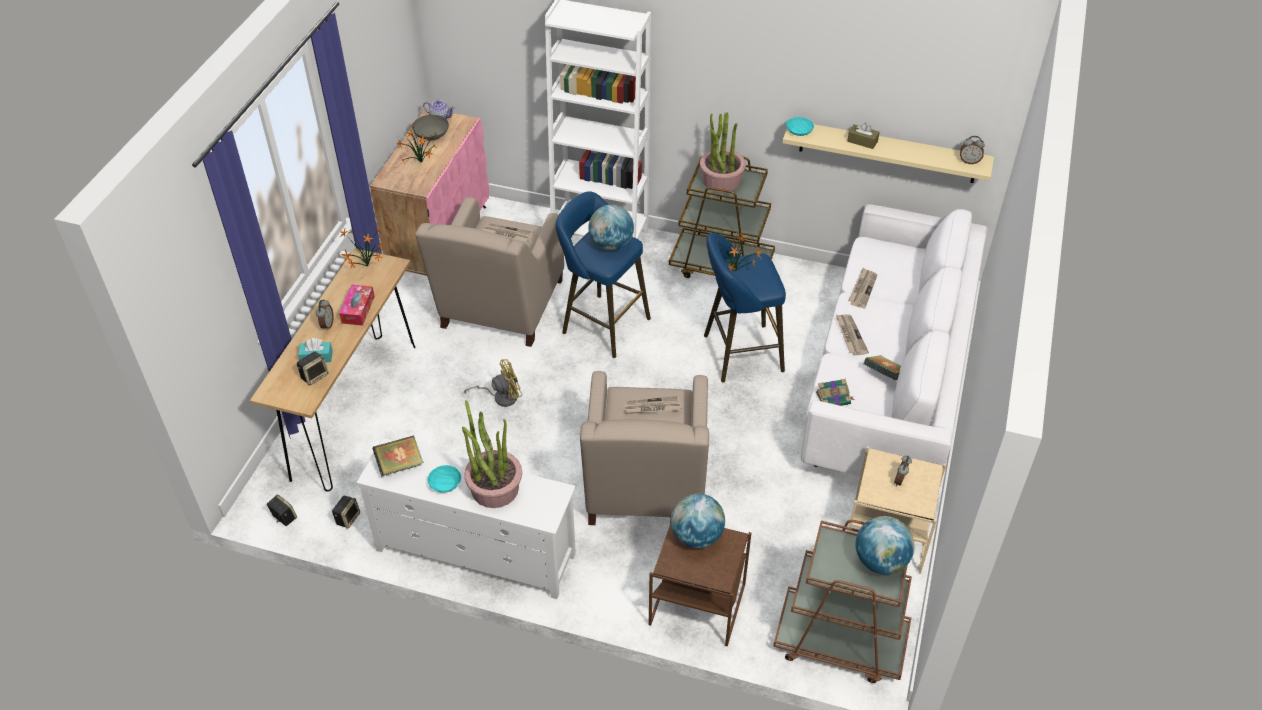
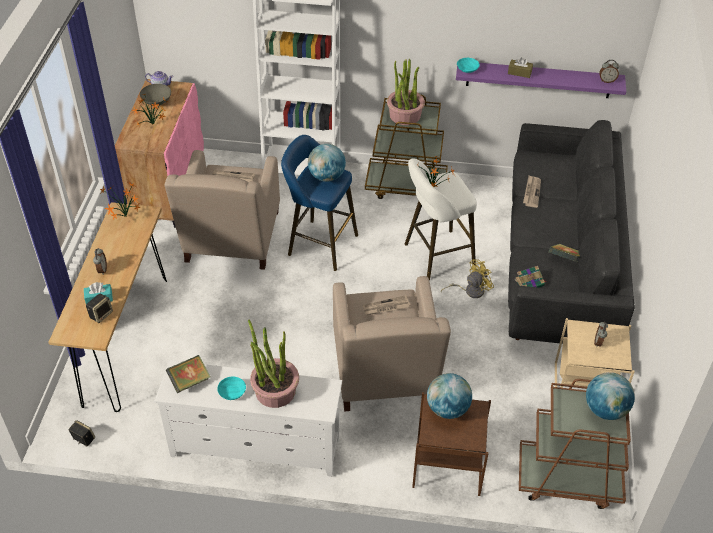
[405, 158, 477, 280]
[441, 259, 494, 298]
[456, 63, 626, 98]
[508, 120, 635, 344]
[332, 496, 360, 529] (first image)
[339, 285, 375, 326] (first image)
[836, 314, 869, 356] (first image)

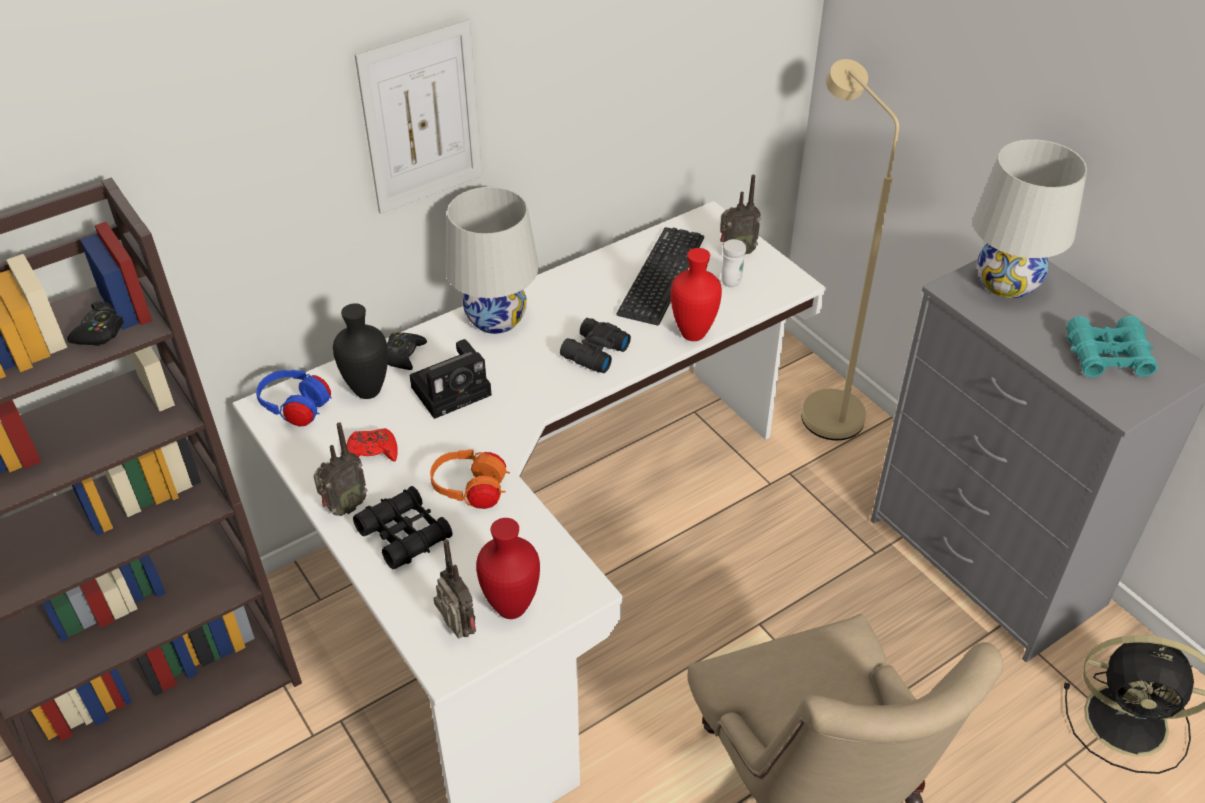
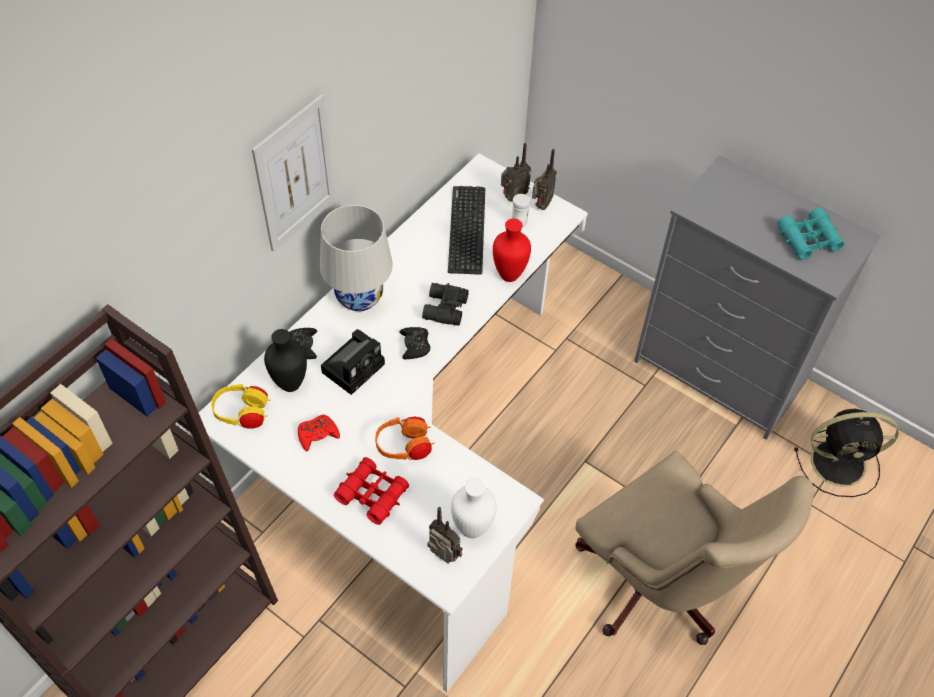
[211, 384, 271, 429]
[334, 457, 409, 525]
[399, 327, 430, 359]
[451, 478, 497, 538]
[532, 149, 557, 210]
[801, 59, 899, 440] (first image)
[973, 139, 1087, 298] (first image)

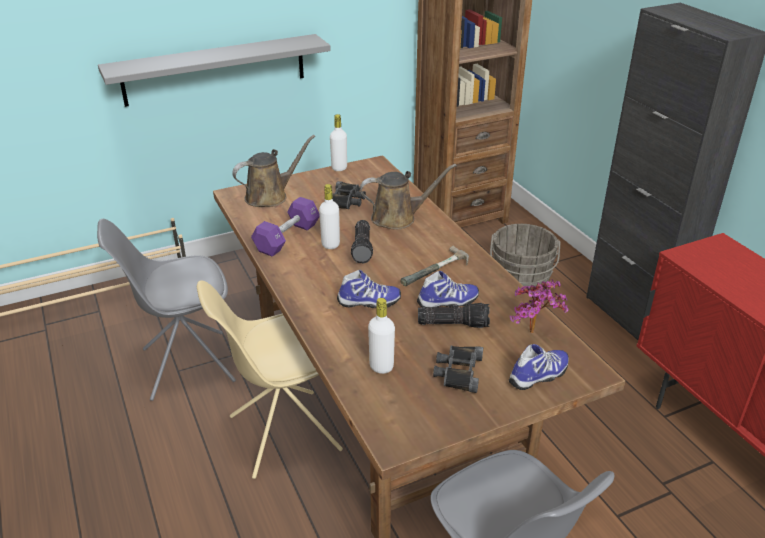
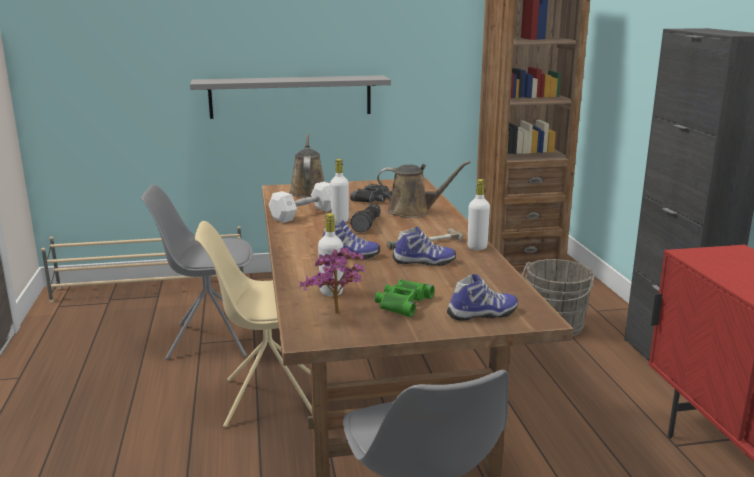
[269, 182, 331, 223]
[289, 134, 324, 198]
[299, 247, 364, 314]
[375, 279, 435, 317]
[468, 179, 490, 250]
[418, 303, 490, 328] (first image)

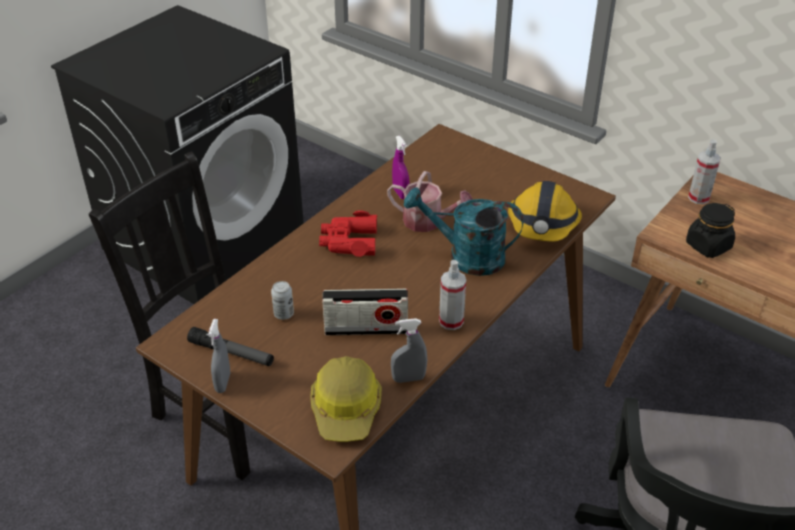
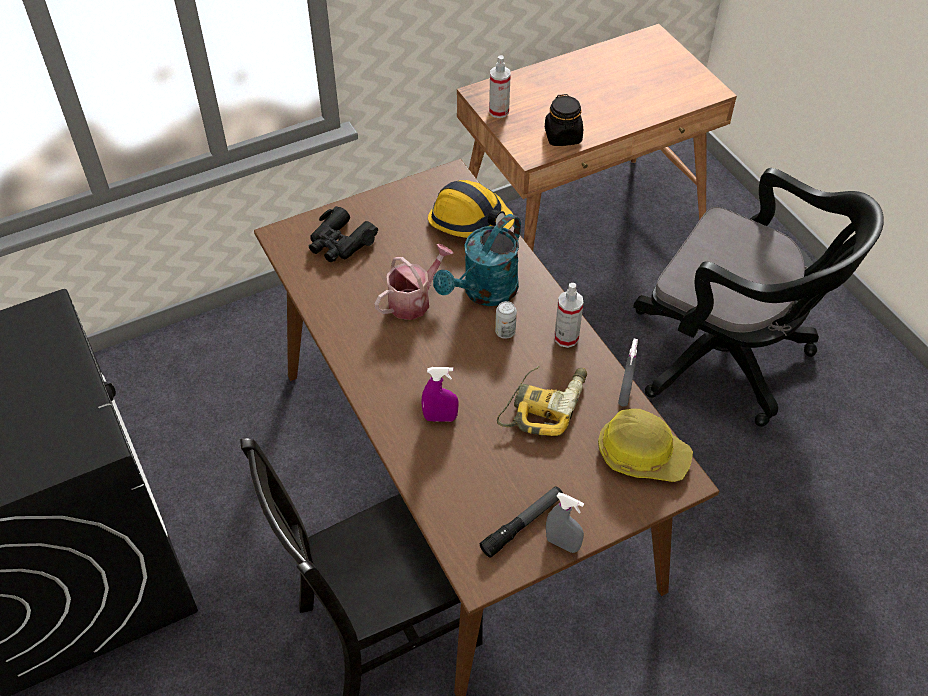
[309, 206, 378, 262]
[422, 367, 459, 422]
[495, 301, 517, 339]
[497, 366, 587, 436]
[319, 210, 377, 257] (first image)

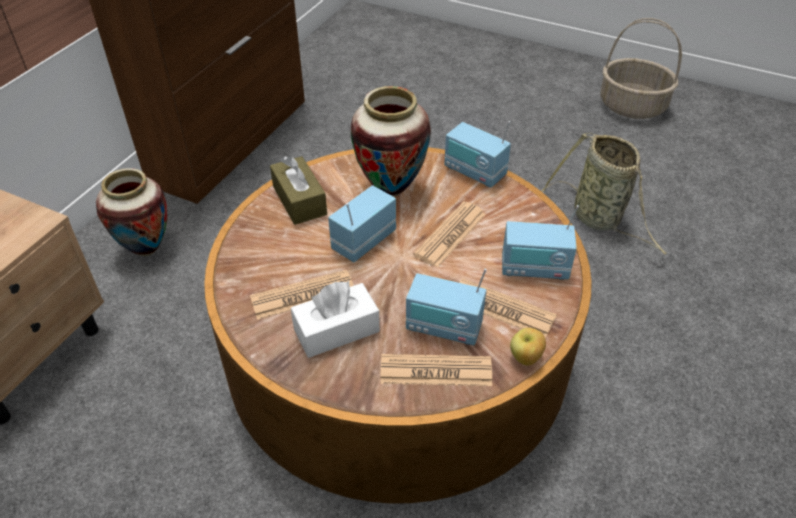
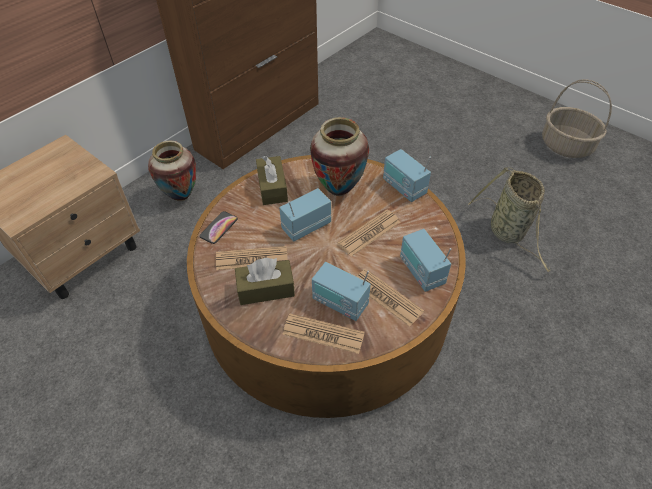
[199, 211, 238, 244]
[235, 258, 295, 305]
[400, 229, 451, 292]
[510, 328, 546, 366] (first image)

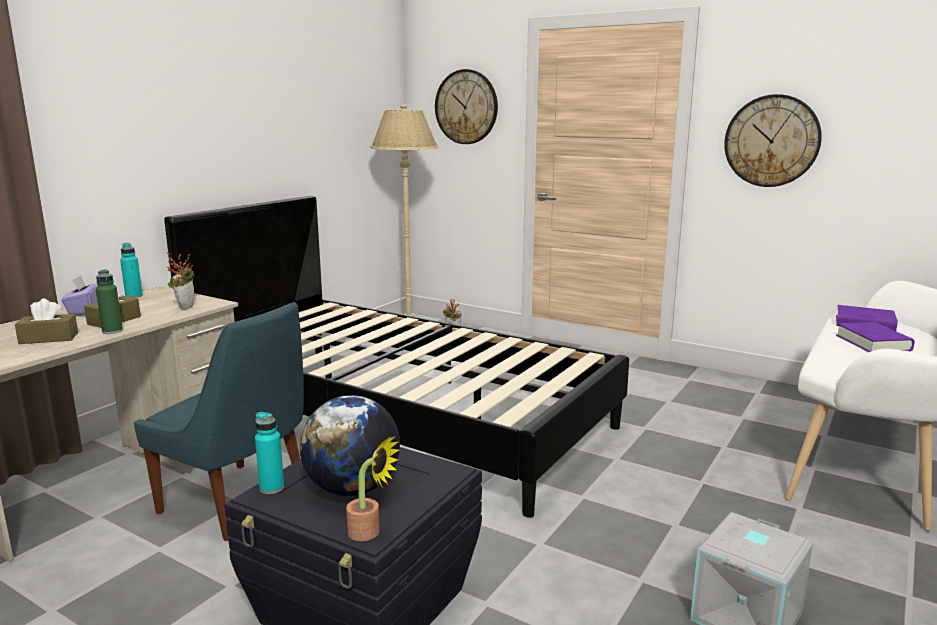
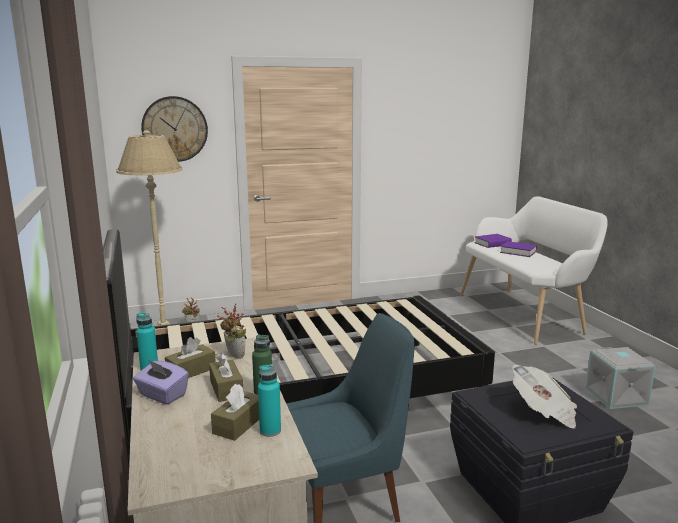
[165, 337, 216, 378]
[258, 364, 281, 437]
[512, 364, 577, 428]
[346, 436, 399, 541] (first image)
[724, 94, 822, 187] (first image)

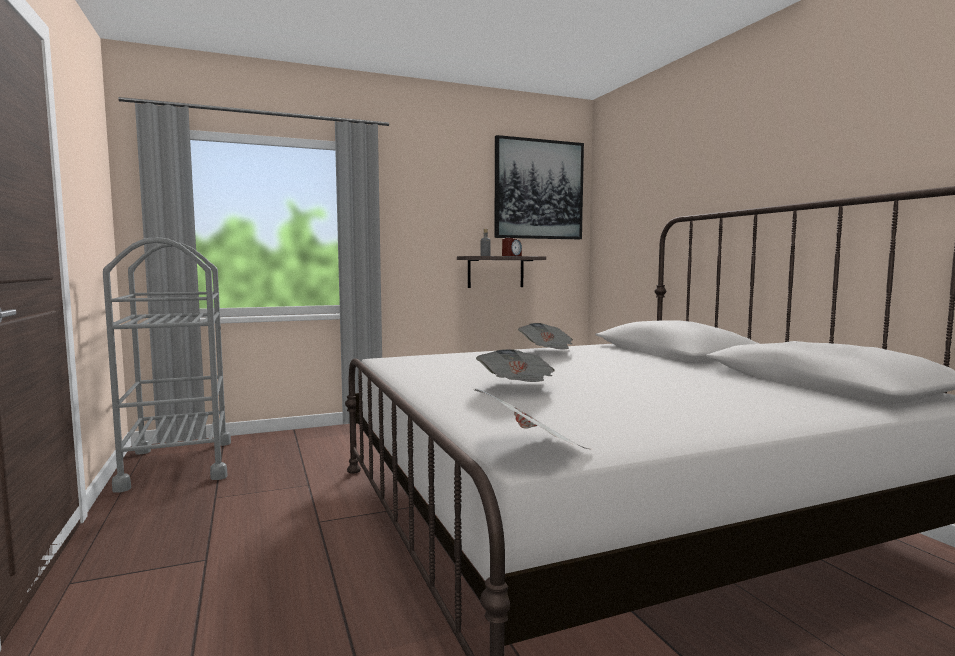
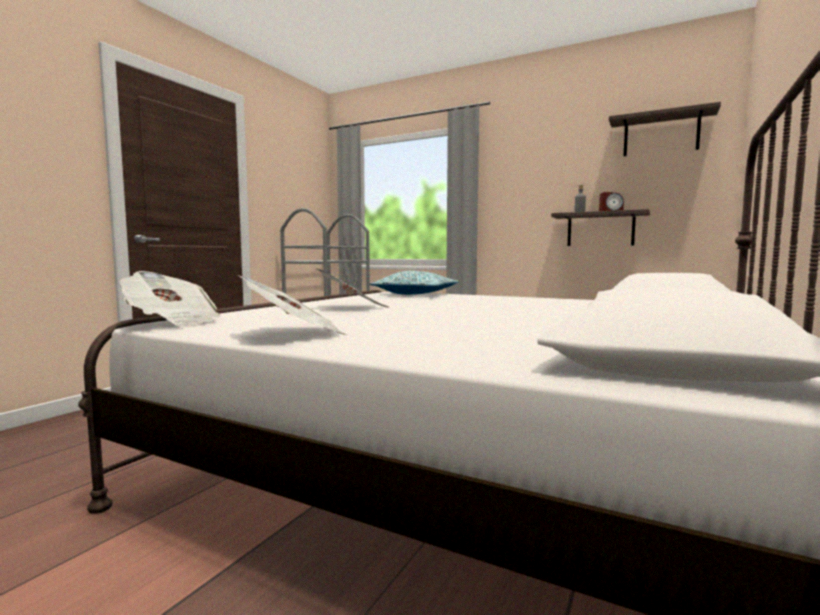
[238, 275, 347, 335]
[370, 271, 458, 295]
[609, 102, 721, 156]

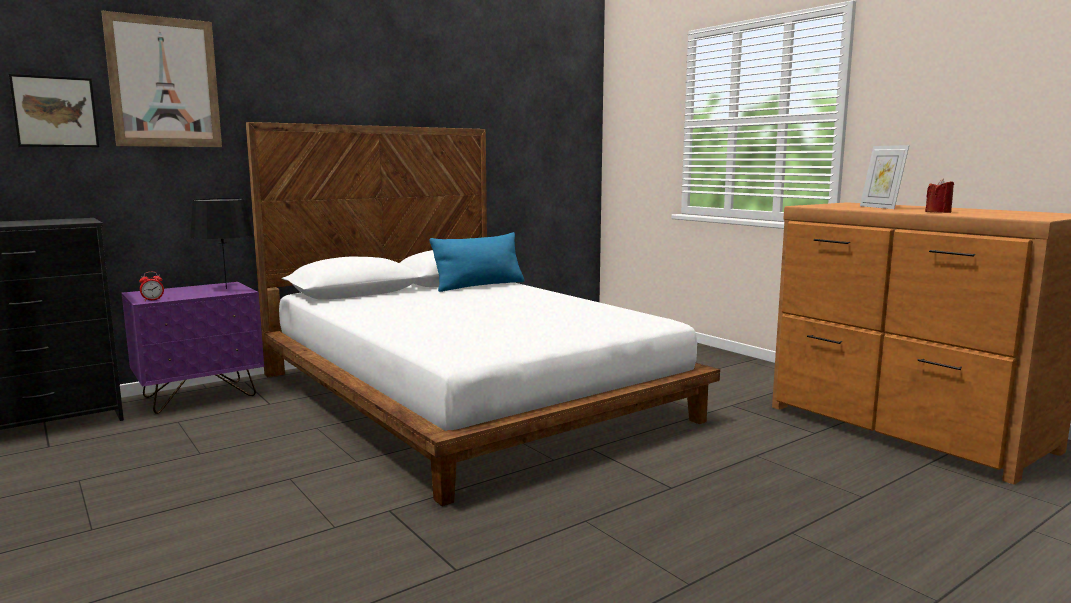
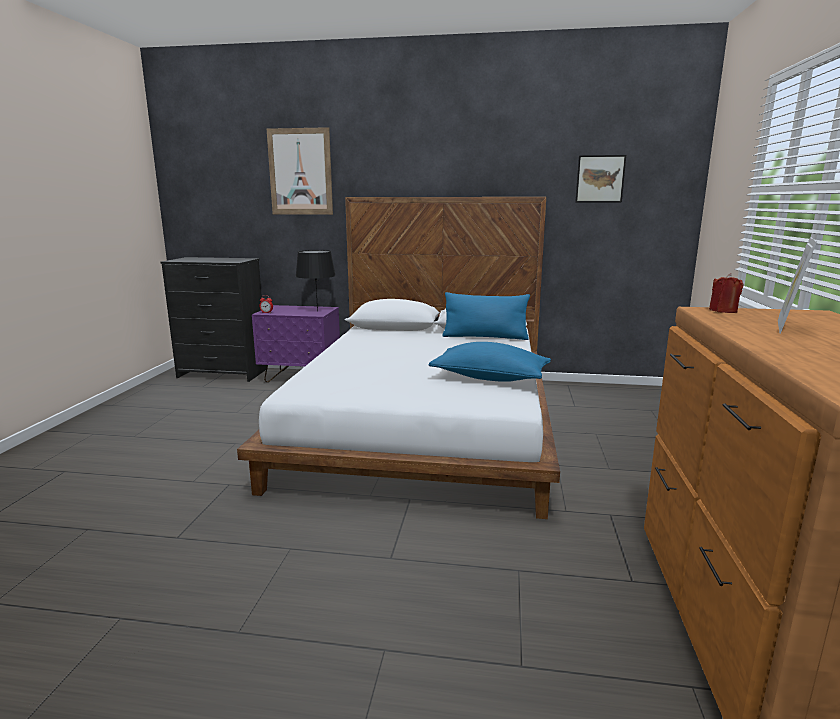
[429, 342, 551, 382]
[575, 155, 626, 202]
[709, 273, 743, 313]

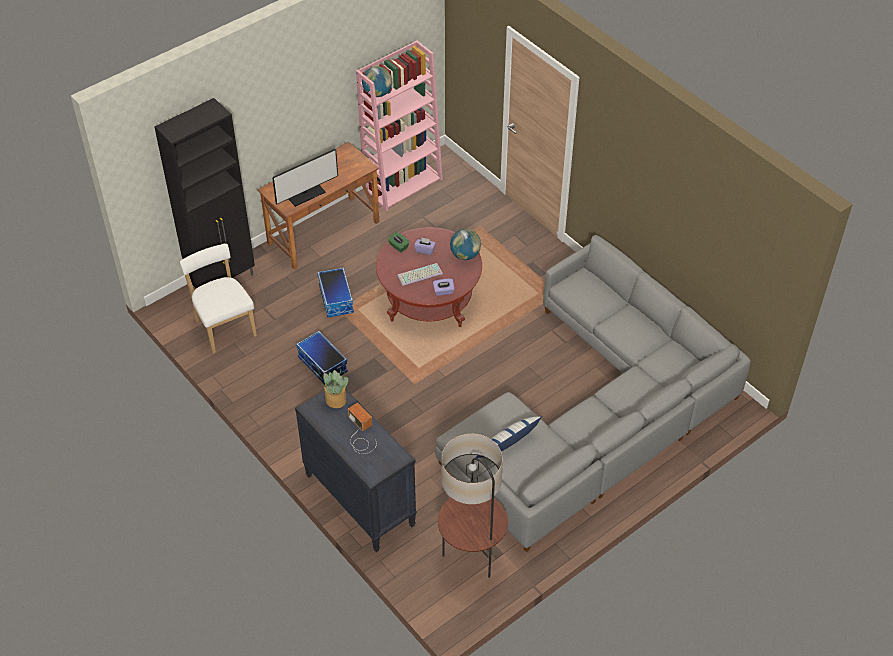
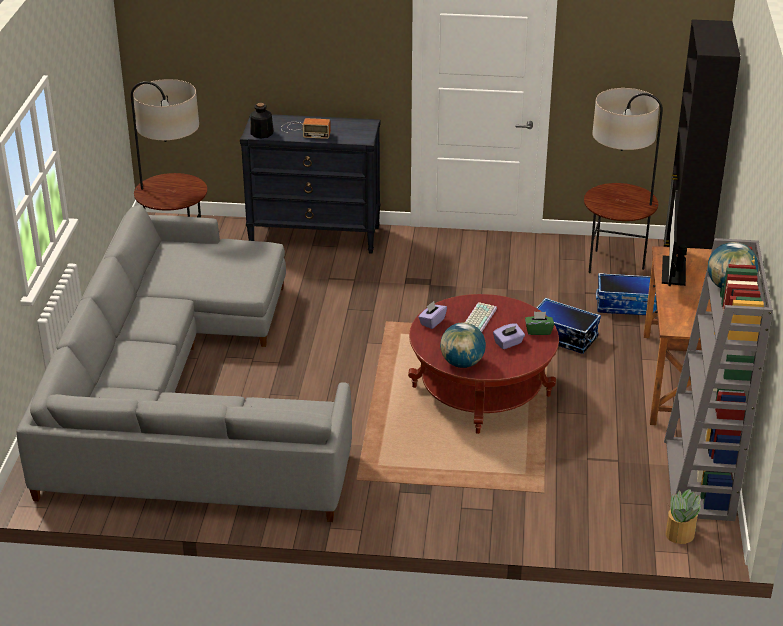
[250, 103, 273, 139]
[584, 88, 663, 273]
[596, 273, 657, 315]
[664, 238, 773, 521]
[666, 489, 701, 544]
[476, 416, 542, 458] (first image)

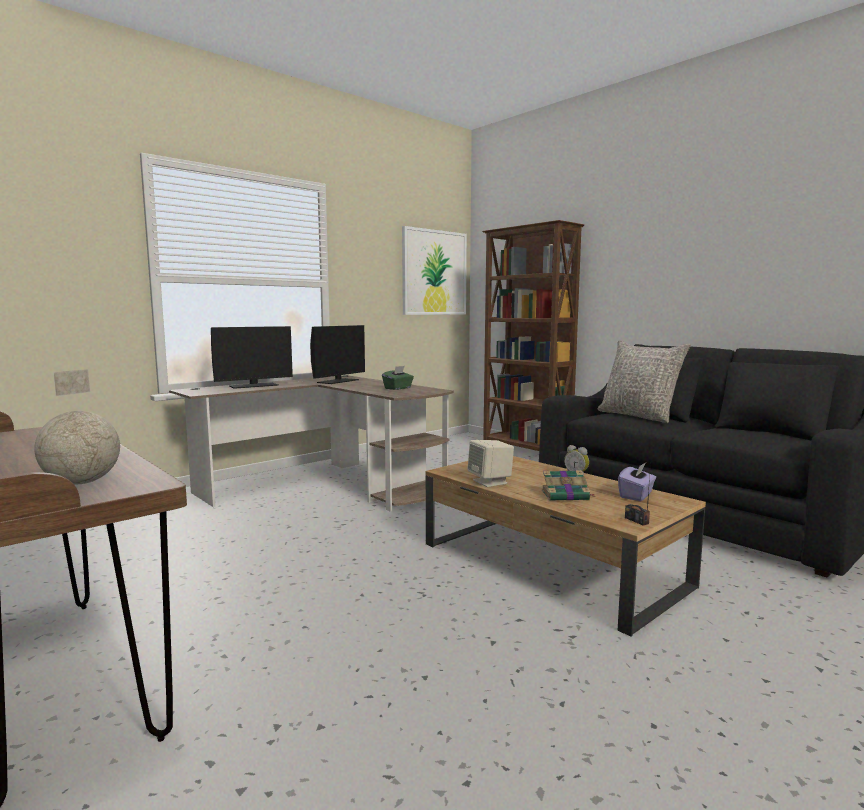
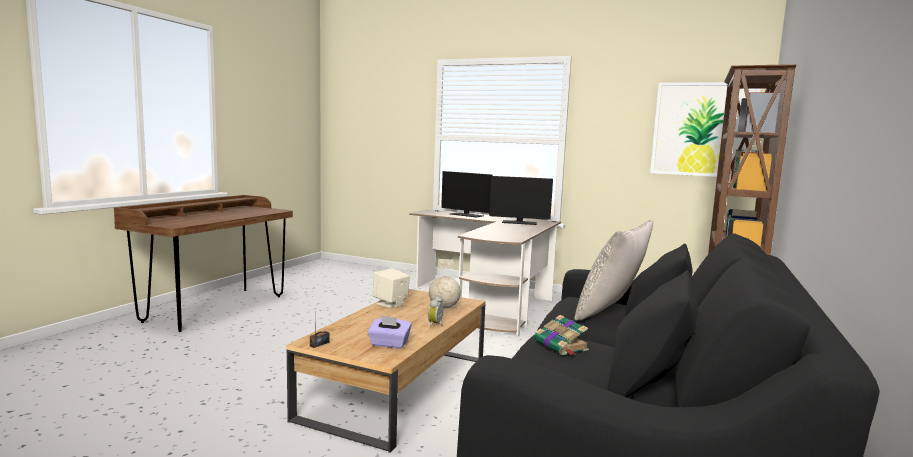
[429, 259, 461, 308]
[534, 315, 589, 355]
[382, 366, 414, 390] (first image)

